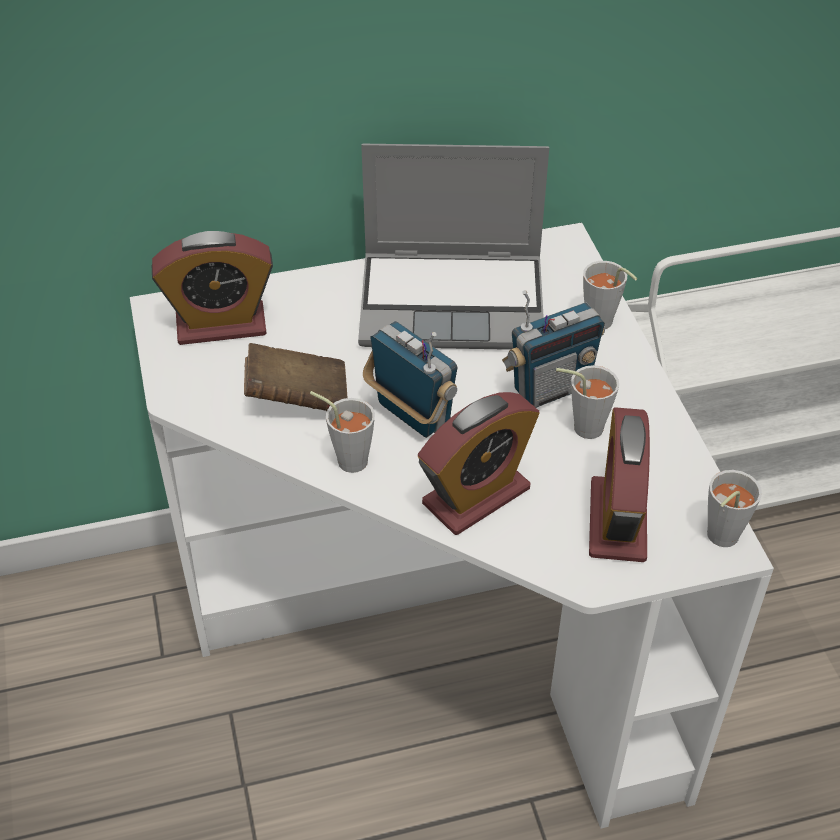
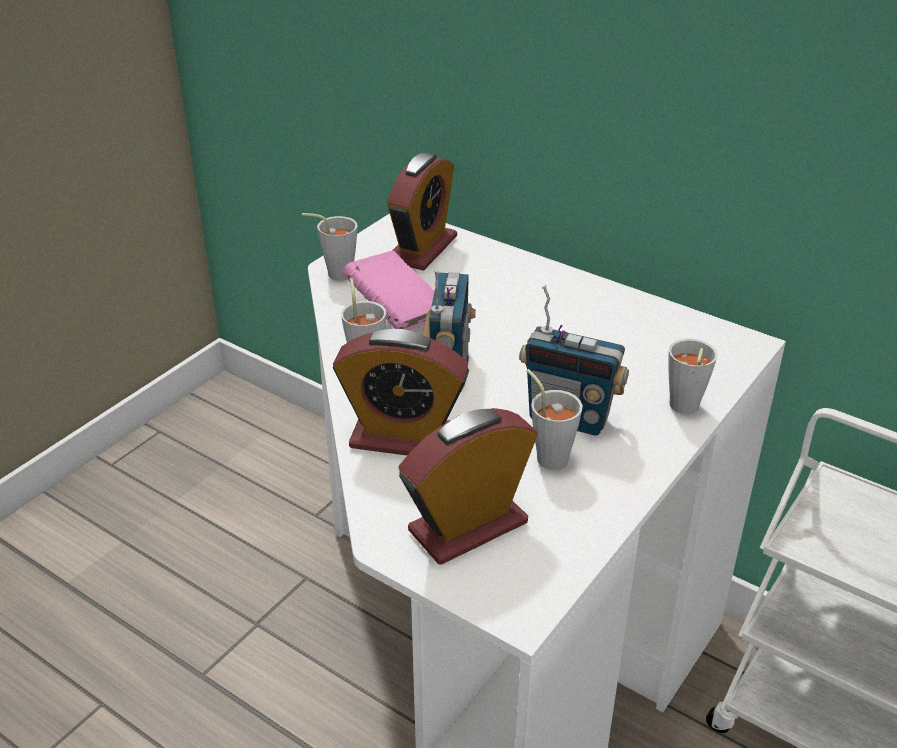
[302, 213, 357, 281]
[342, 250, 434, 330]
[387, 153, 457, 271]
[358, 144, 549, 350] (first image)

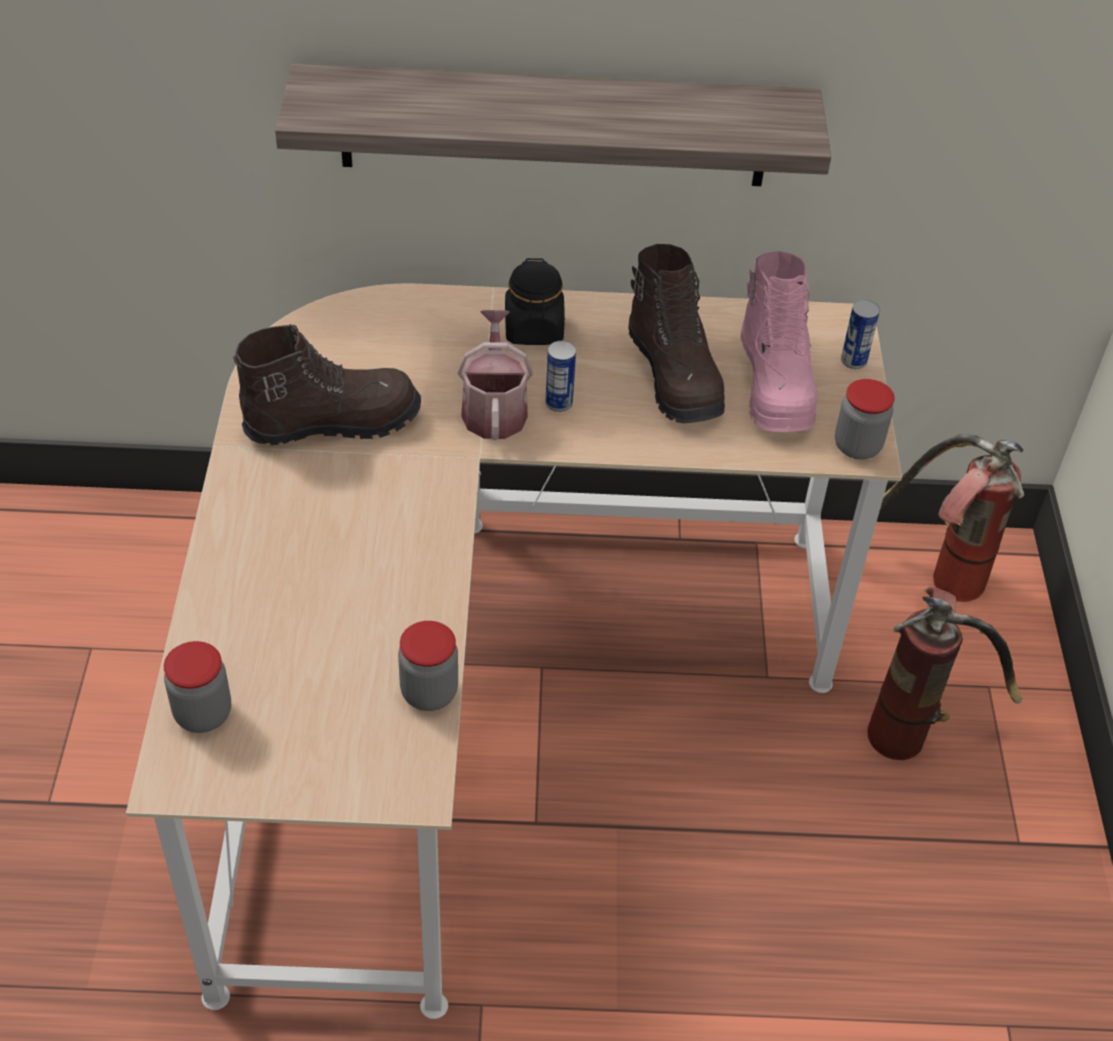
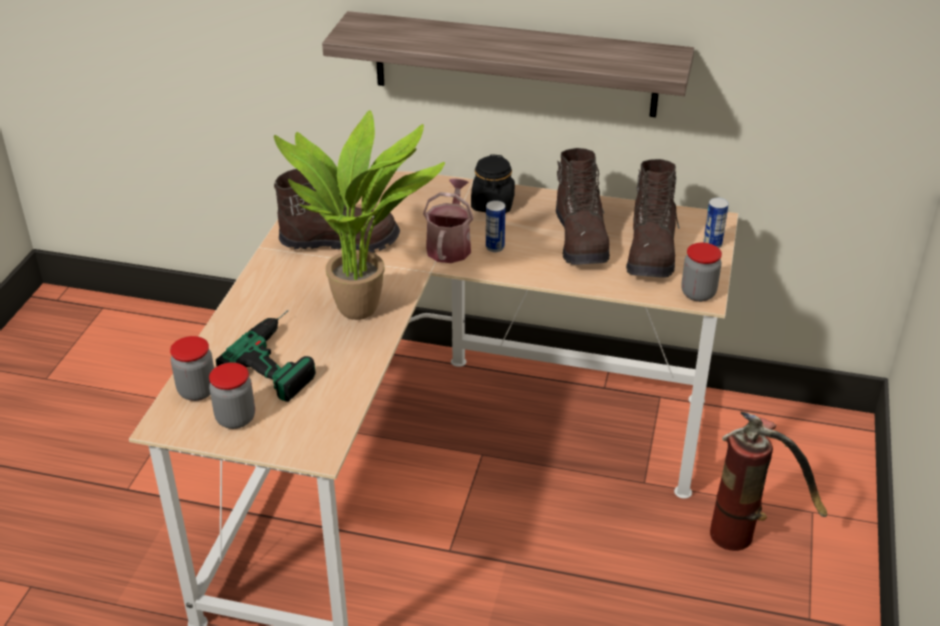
[209, 363, 255, 429]
[216, 310, 316, 402]
[274, 110, 445, 320]
[626, 159, 680, 278]
[880, 434, 1024, 602] (first image)

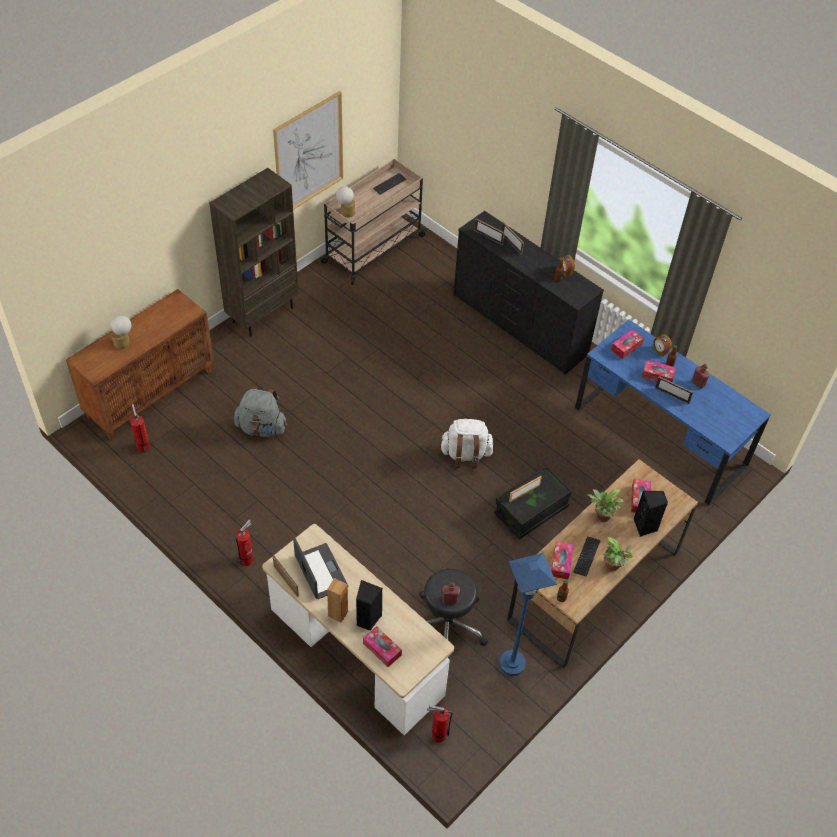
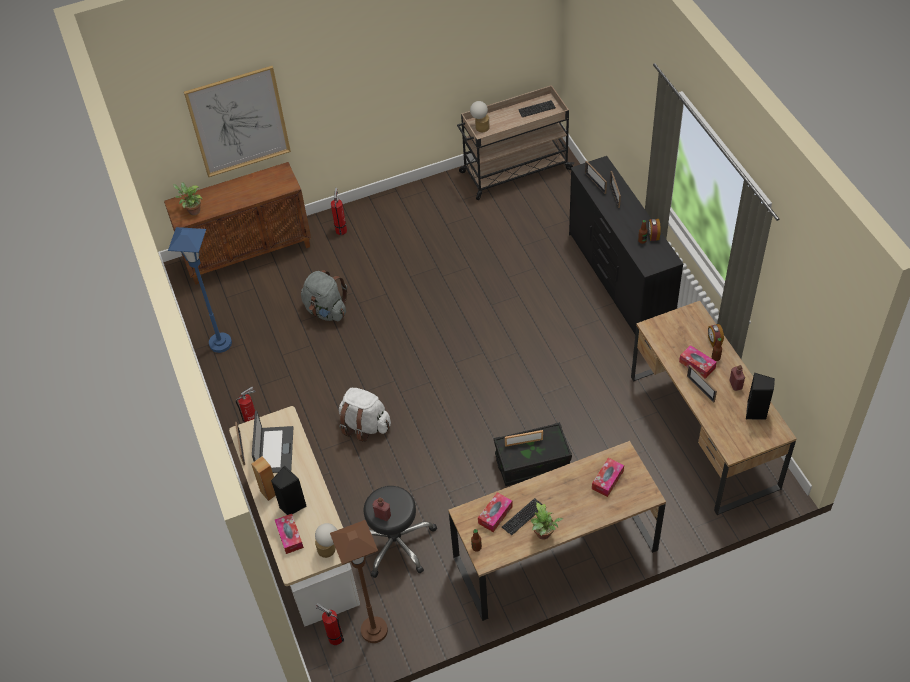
[168, 227, 232, 353]
[173, 182, 203, 215]
[184, 66, 291, 177]
[315, 523, 337, 558]
[330, 520, 388, 643]
[331, 188, 347, 235]
[339, 388, 391, 442]
[631, 301, 797, 515]
[746, 373, 775, 420]
[209, 168, 299, 337] (first image)
[611, 329, 644, 359] (first image)

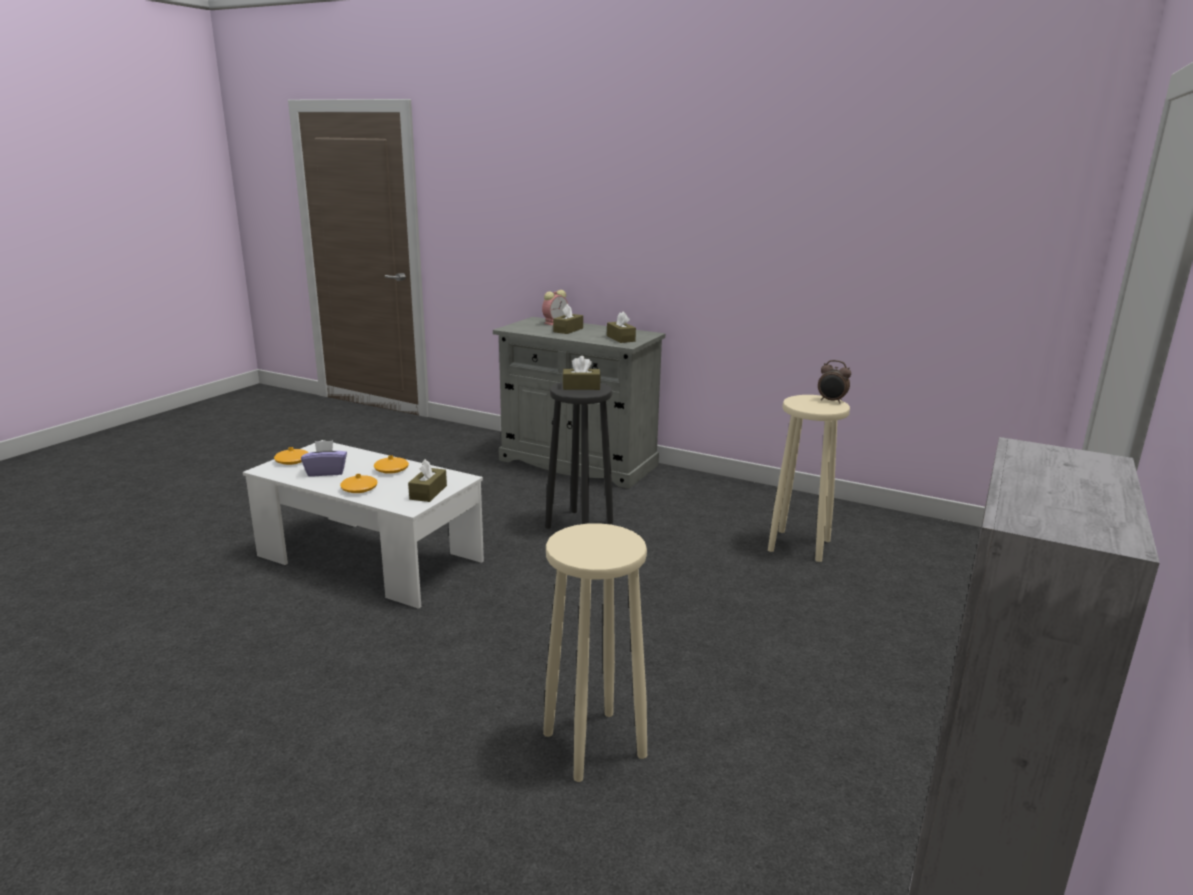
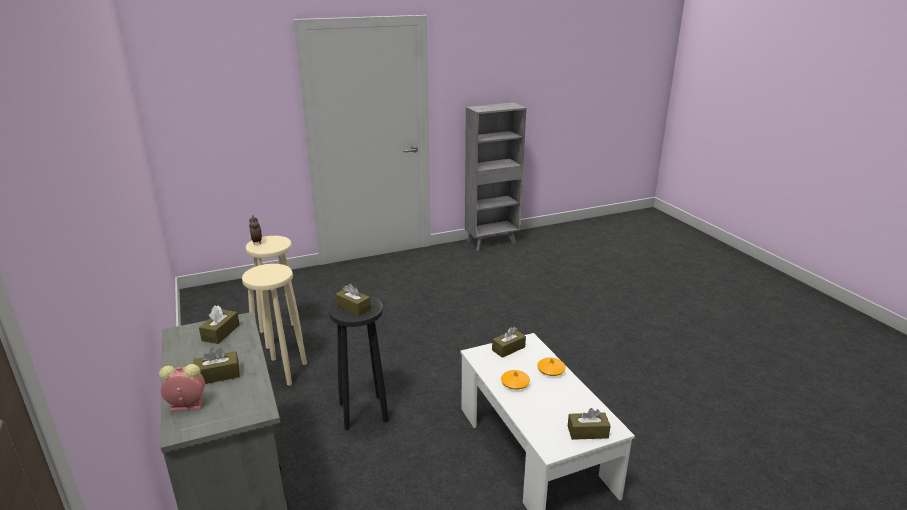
[242, 264, 307, 385]
[568, 408, 610, 440]
[301, 440, 347, 476] (first image)

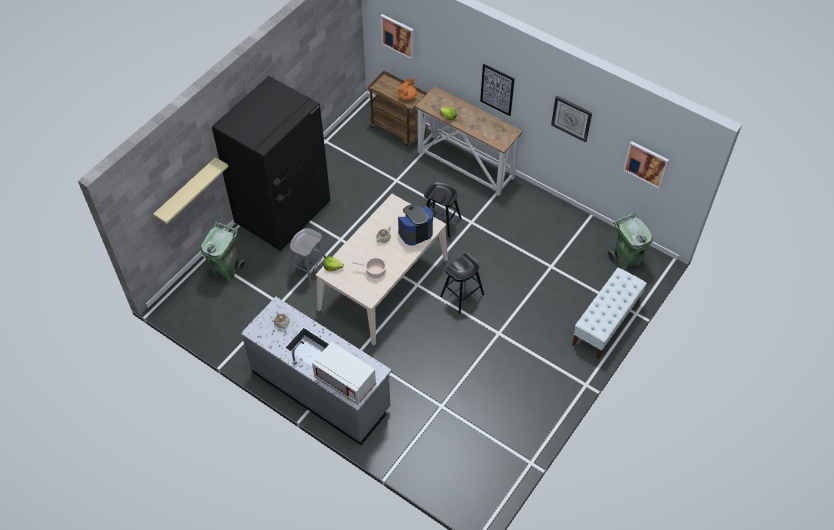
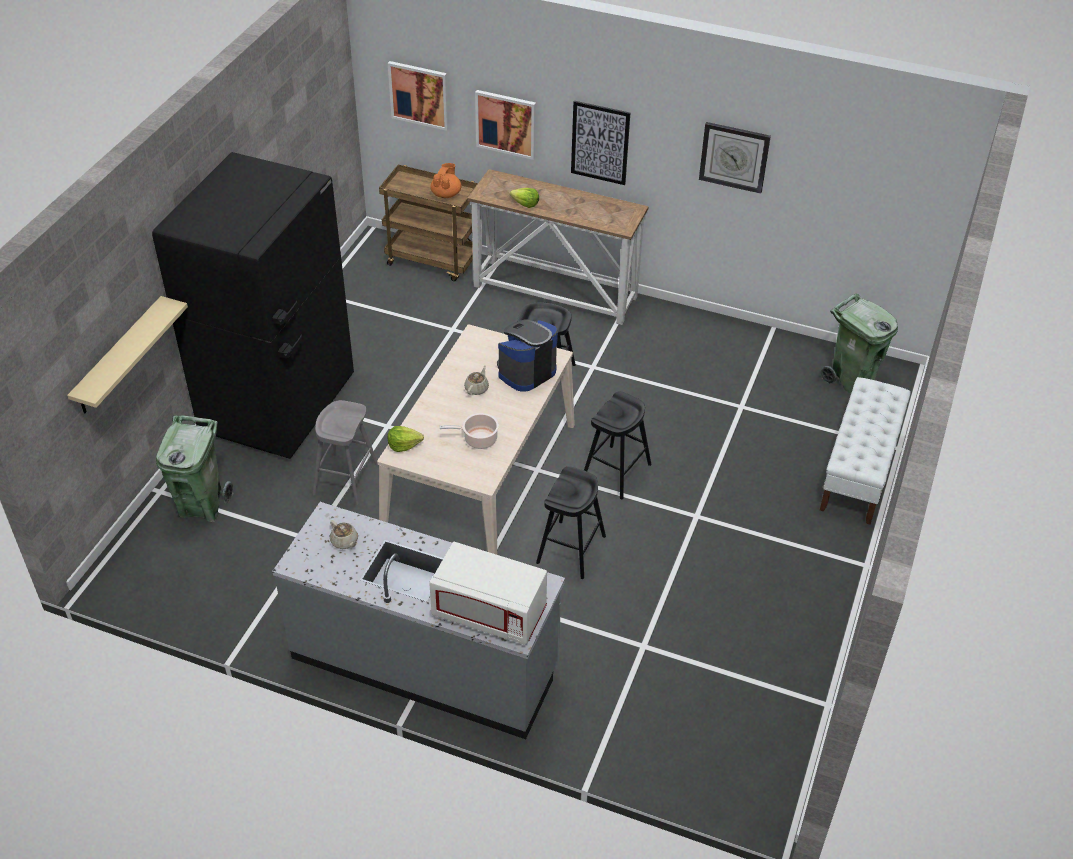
[475, 90, 536, 160]
[536, 466, 606, 579]

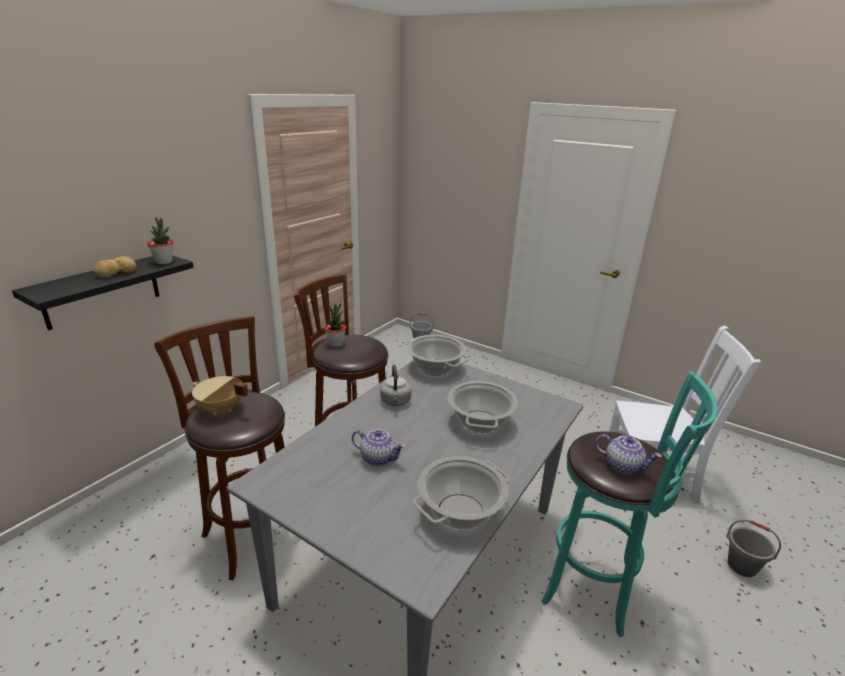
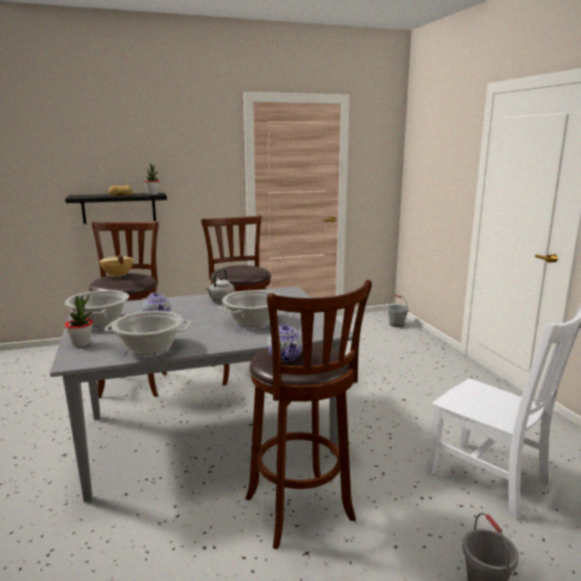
[65, 290, 129, 327]
[65, 295, 93, 347]
[245, 280, 372, 549]

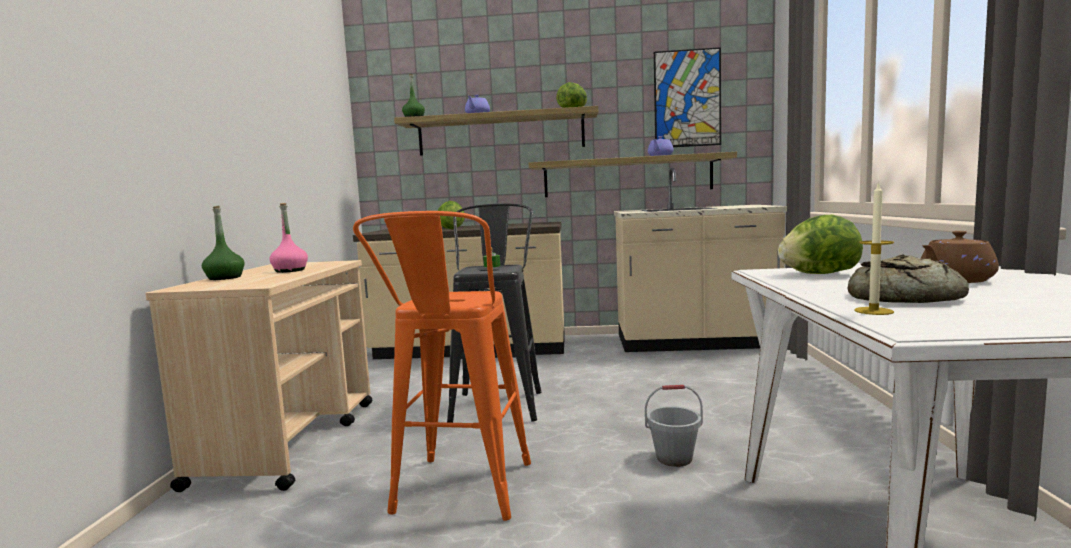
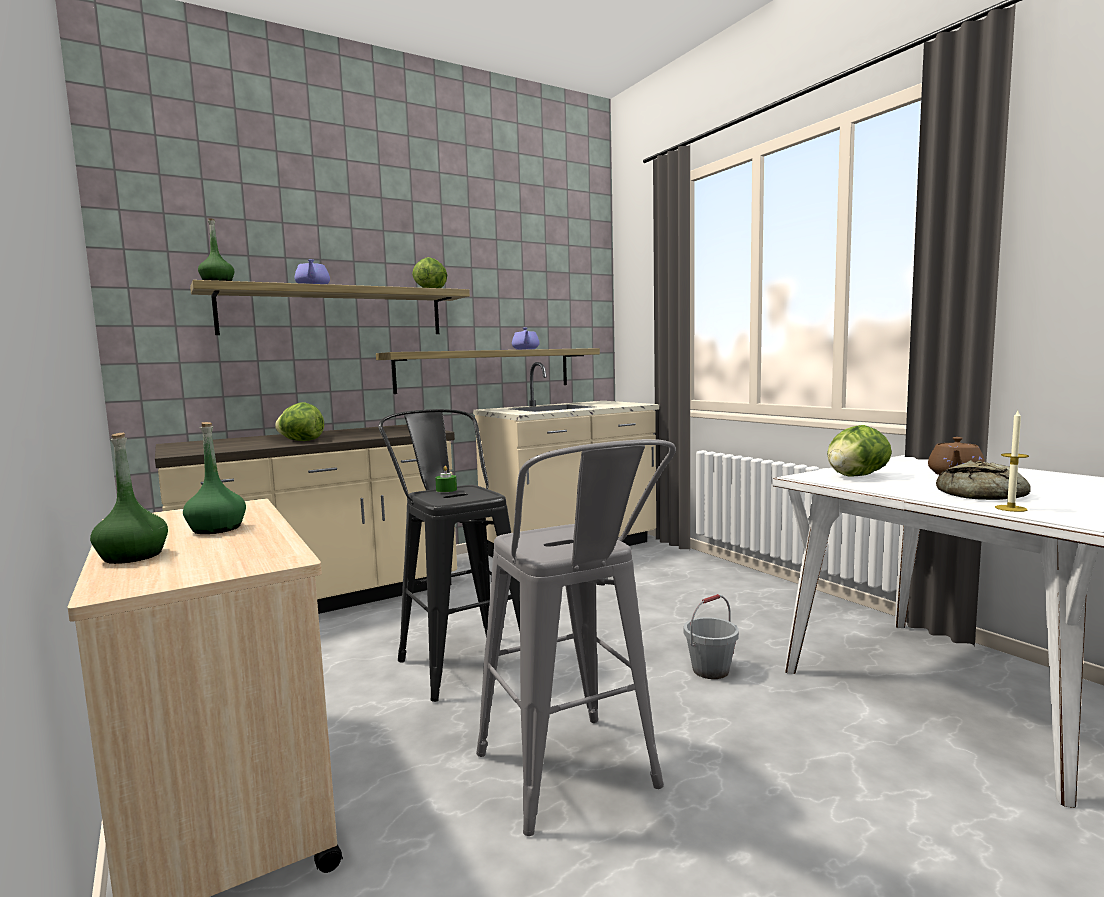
[183, 422, 246, 534]
[476, 439, 676, 836]
[654, 47, 721, 147] (first image)

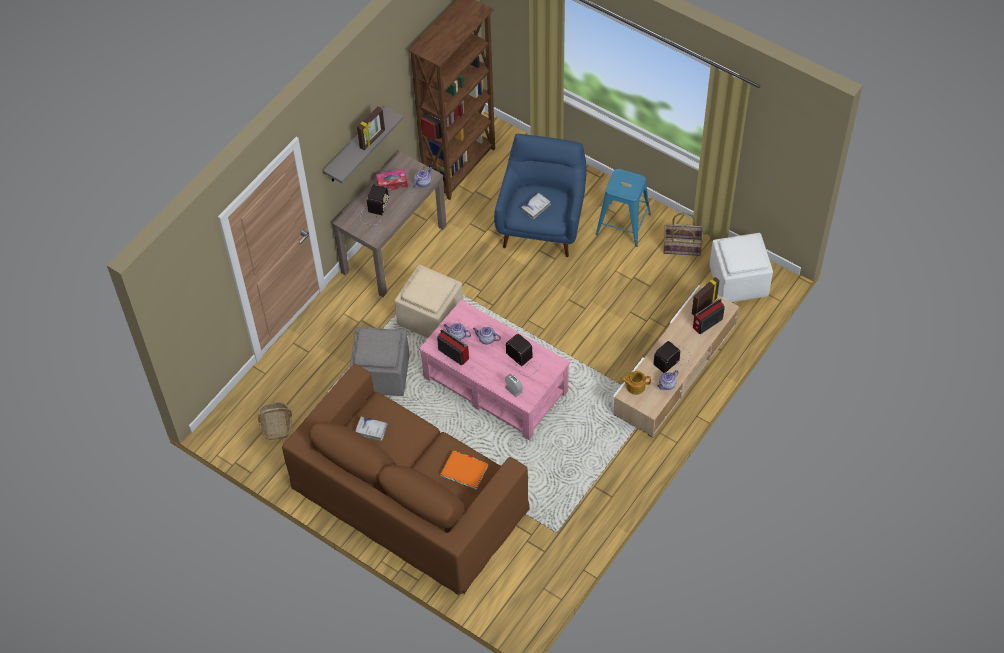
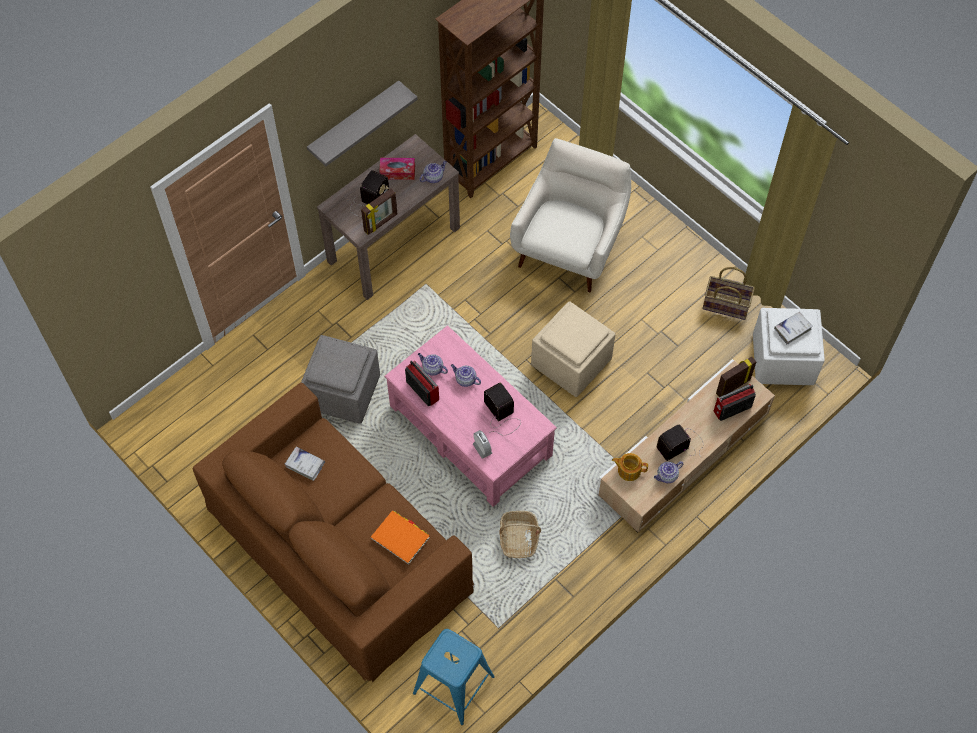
[361, 189, 397, 235]
[413, 629, 495, 725]
[499, 511, 541, 558]
[510, 138, 631, 292]
[531, 301, 615, 397]
[774, 312, 812, 345]

